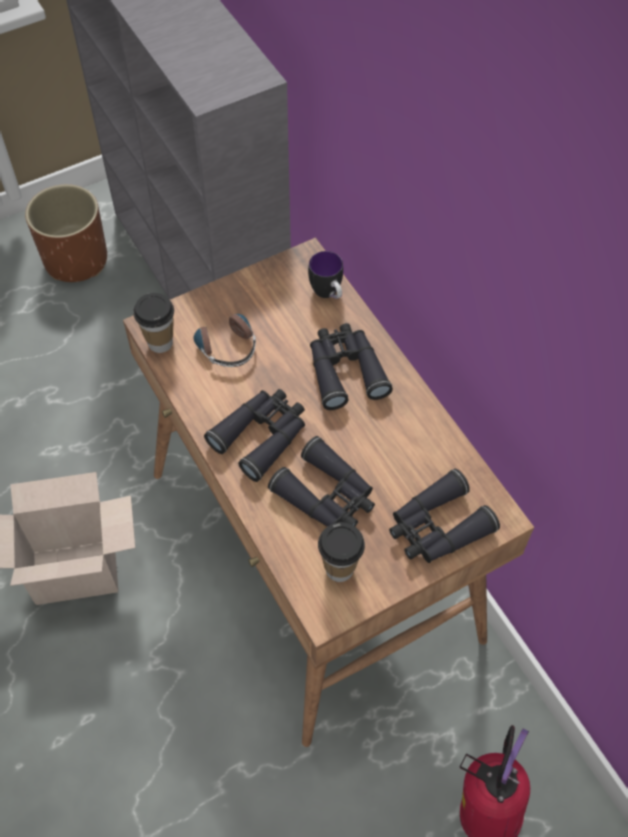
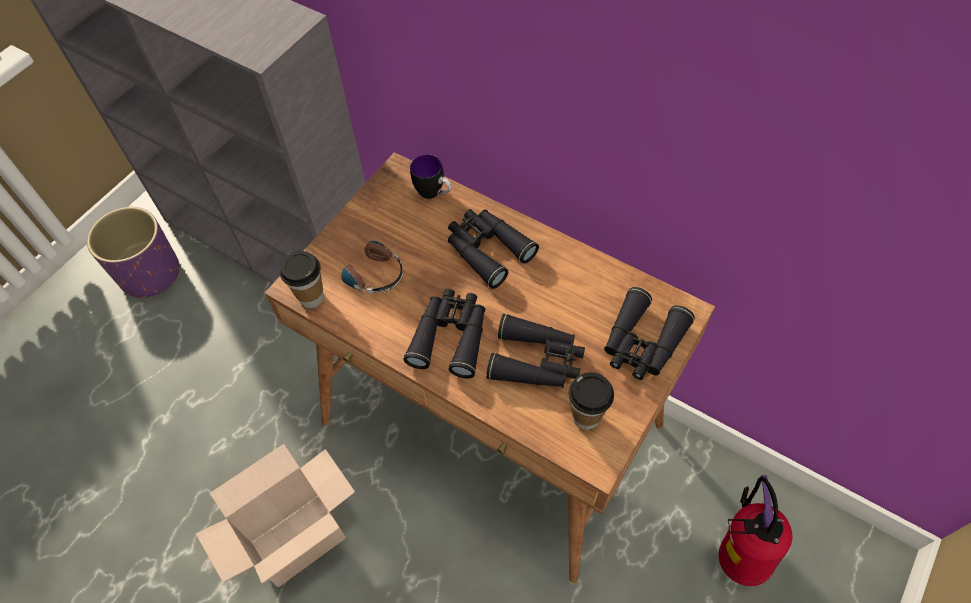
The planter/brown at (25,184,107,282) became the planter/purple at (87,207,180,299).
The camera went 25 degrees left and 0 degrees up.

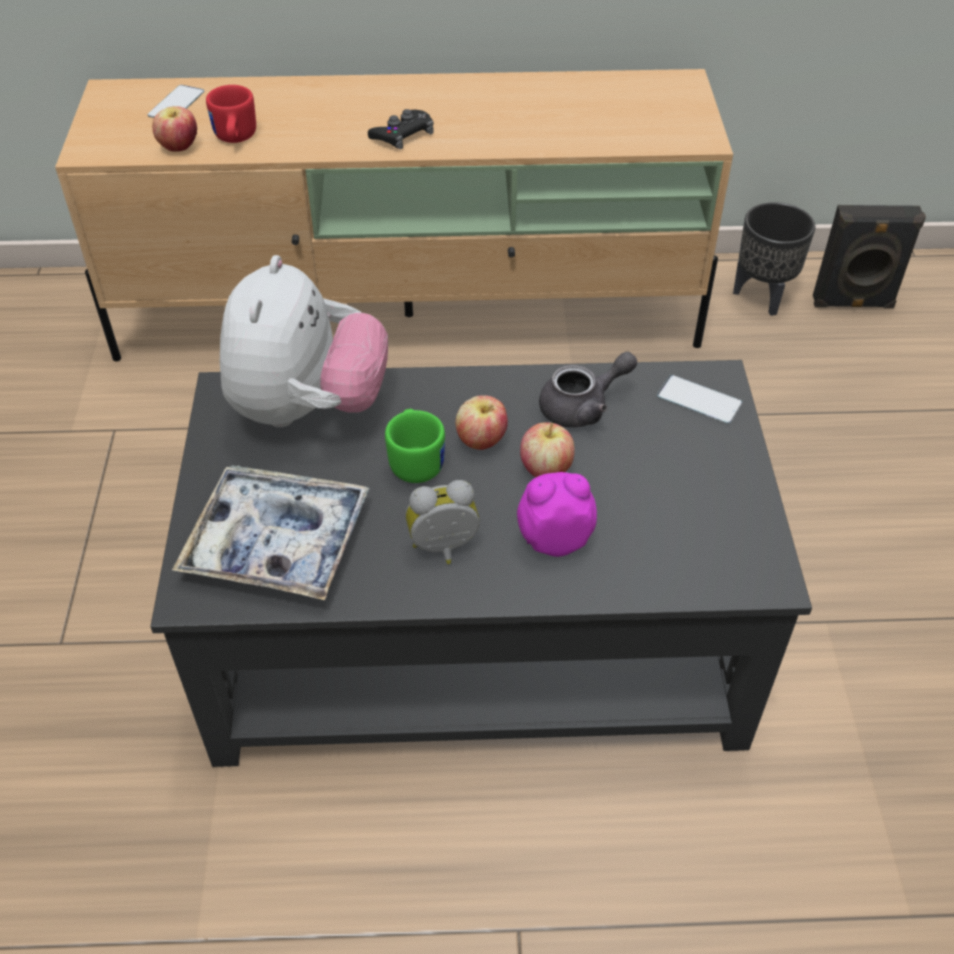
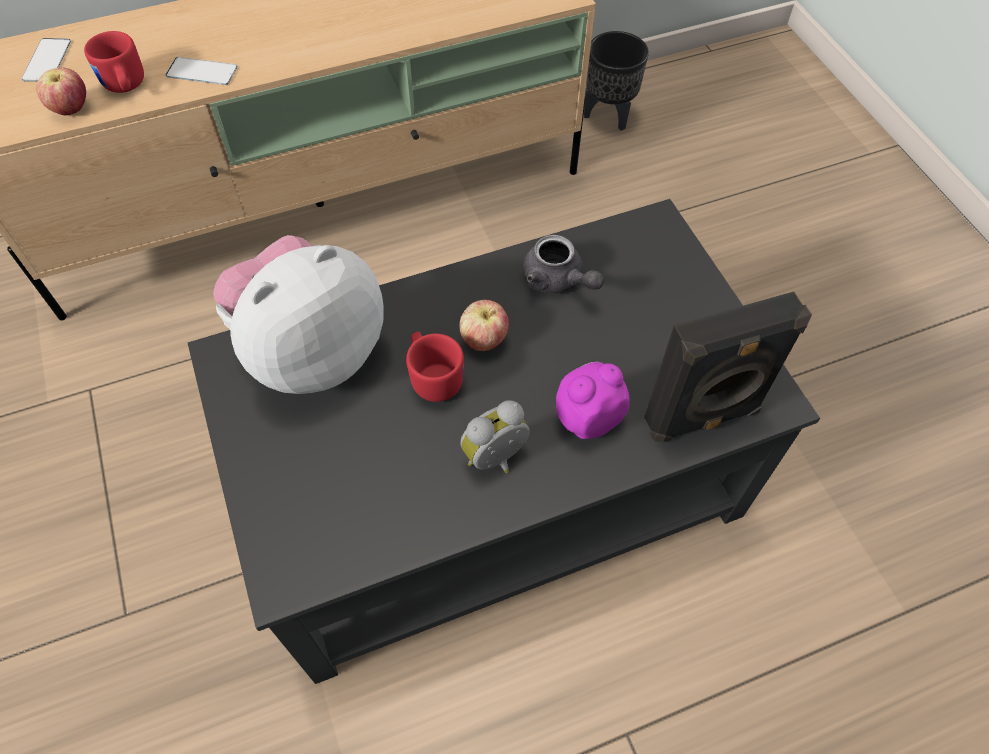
The tray at (172,465,369,600) disappeared.
The game controller/black at (368,109,434,150) disappeared.
The apple at (520,422,575,478) disappeared.
The phone moved from (657,375,742,424) to (165,57,238,85).
The speaker/black moved from (813,205,926,308) to (644,292,812,442).
The mug/green at (385,409,445,483) became the mug/red at (406,331,464,402).
The plush toy at (220,255,388,427) turned 120 degrees counterclockwise.
The teapot/grey at (539,352,637,427) turned 90 degrees clockwise.
The camera went 20 degrees left and 10 degrees up.

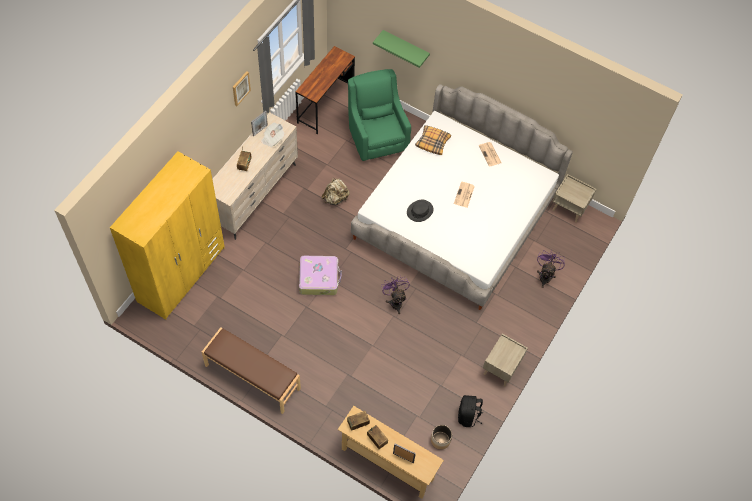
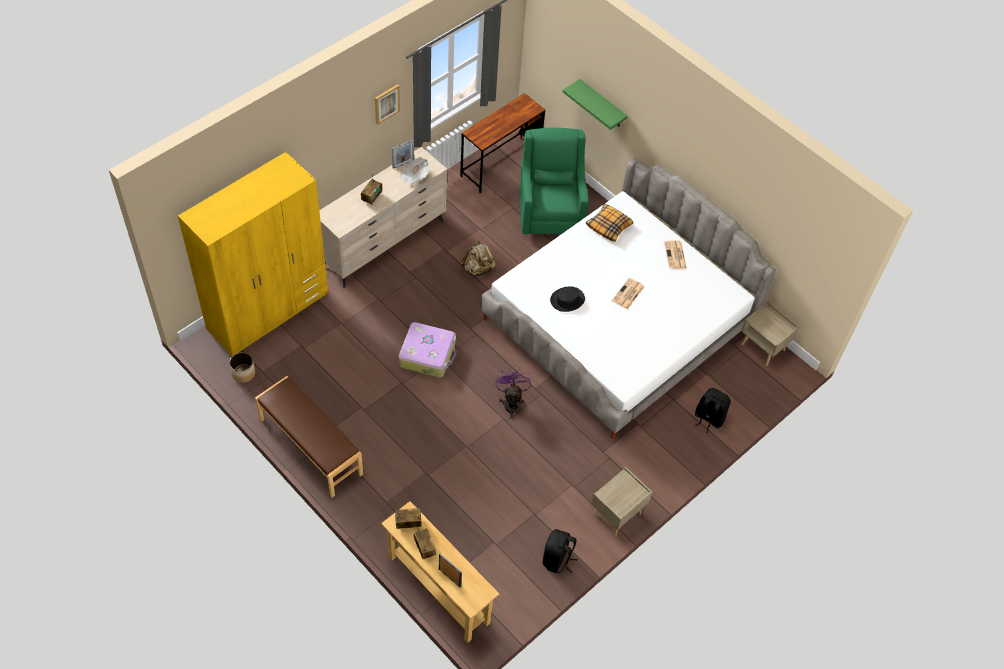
The planter moved from (431,425,452,450) to (229,352,255,383).
The fan/purple at (537,250,565,288) was replaced by the backpack/black at (695,388,731,433).
The camera went 15 degrees right and 5 degrees down.

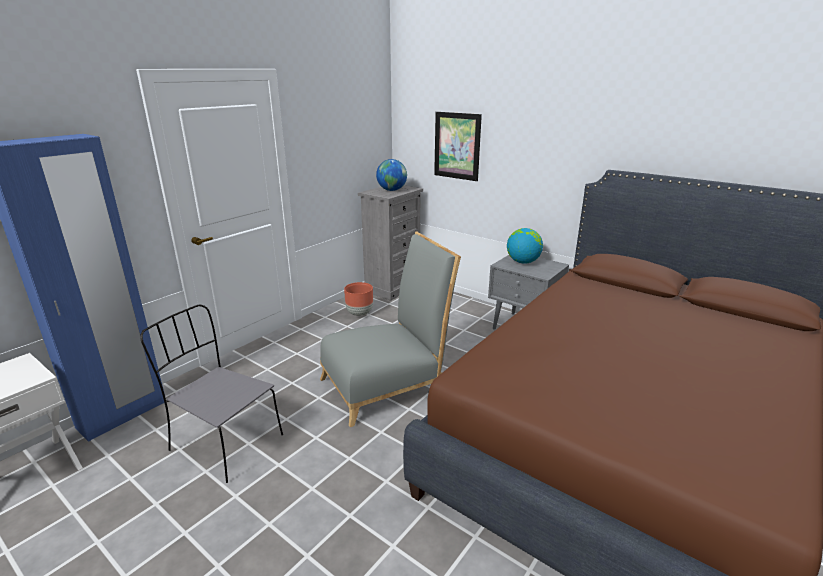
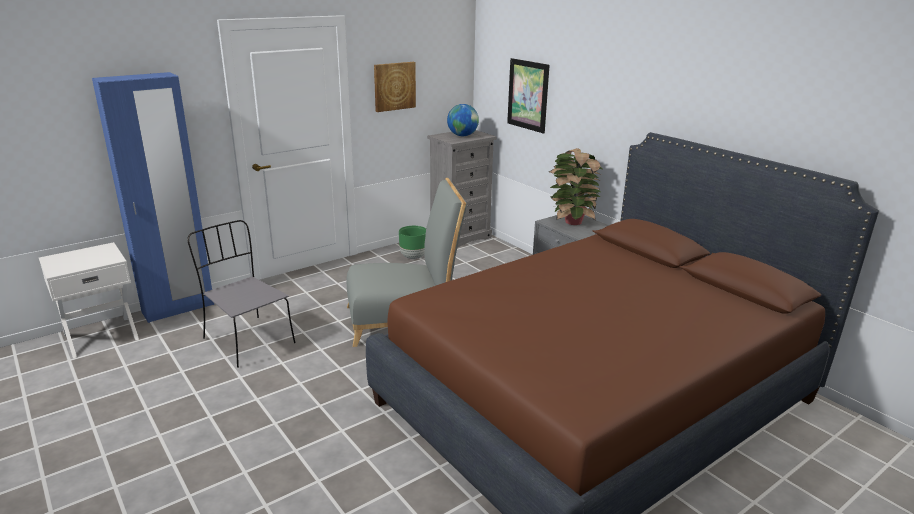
The picture at (374,62,416,112) appeared.
The globe at (507,228,543,264) was replaced by the potted plant at (549,148,602,225).
The planter/brown at (344,282,373,316) became the planter/green at (399,226,426,259).
The camera went 15 degrees right and 0 degrees up.

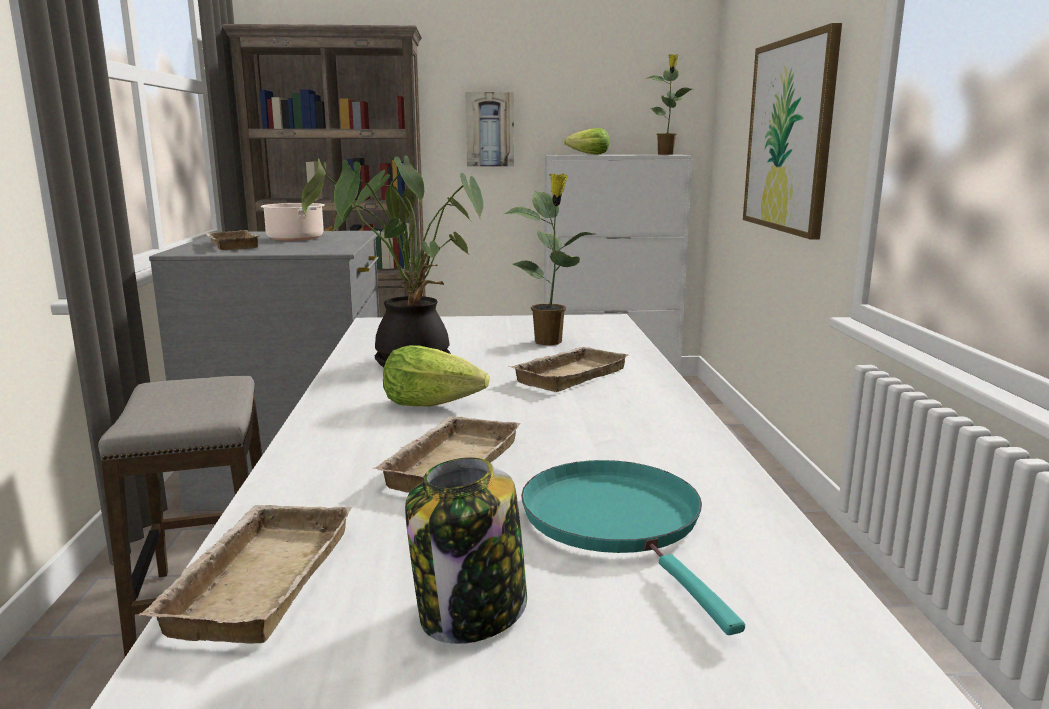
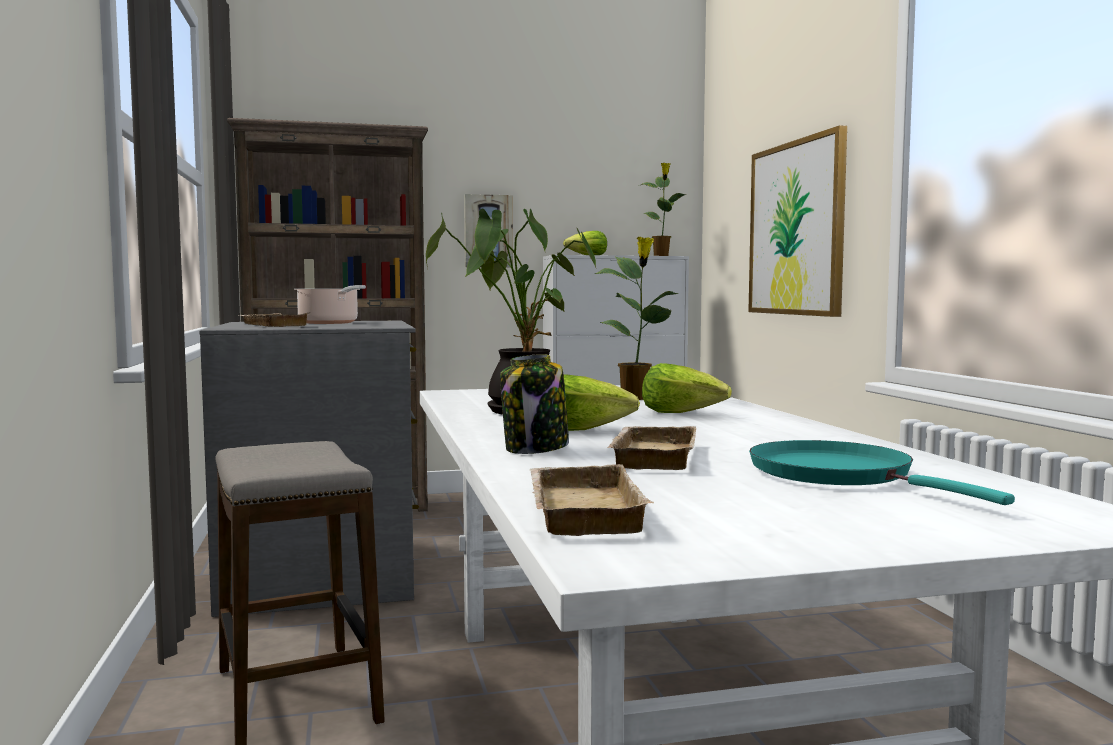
The jar moved from (405,457,527,644) to (500,354,569,454).
The tray/beige at (509,347,628,392) was replaced by the lettuce at (642,363,732,413).
The camera went 10 degrees left and 10 degrees down.

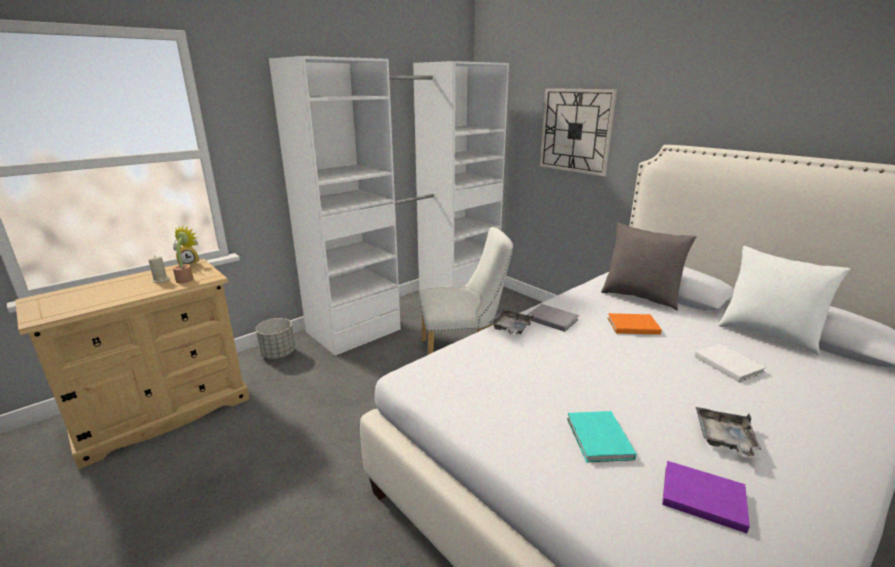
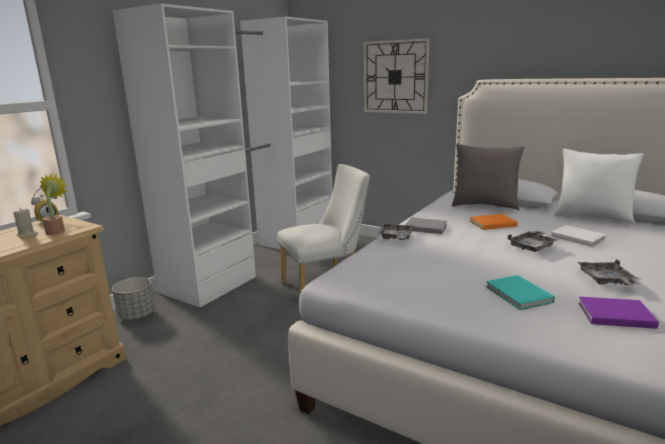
The tray/grey at (508,230,558,252) appeared.
The camera went 15 degrees left and 5 degrees down.

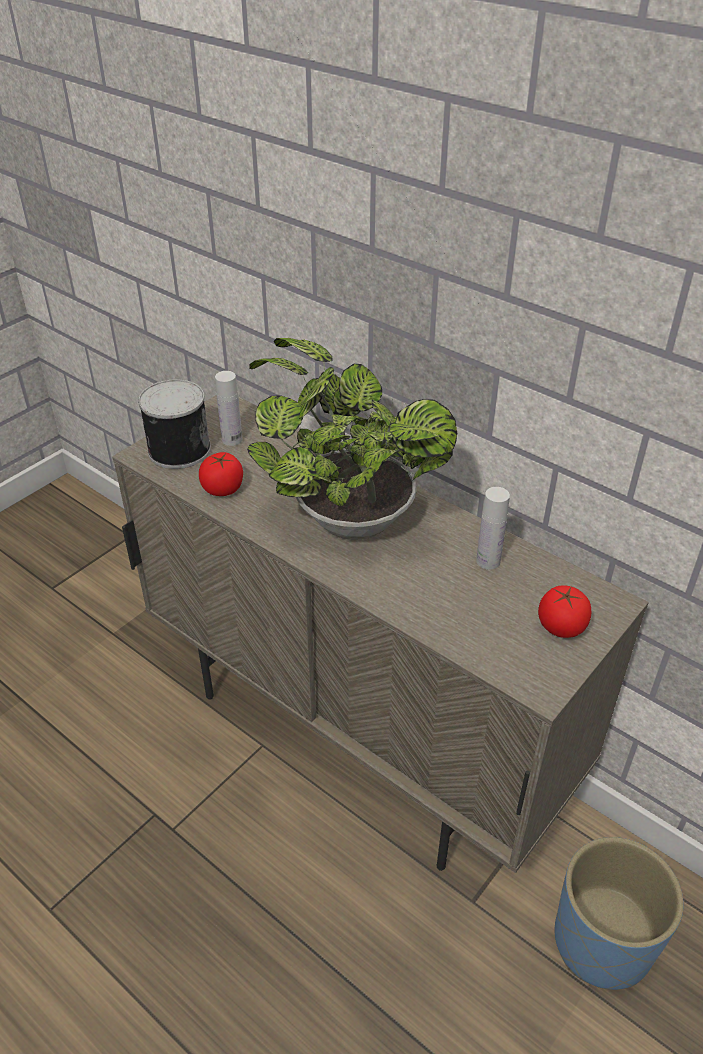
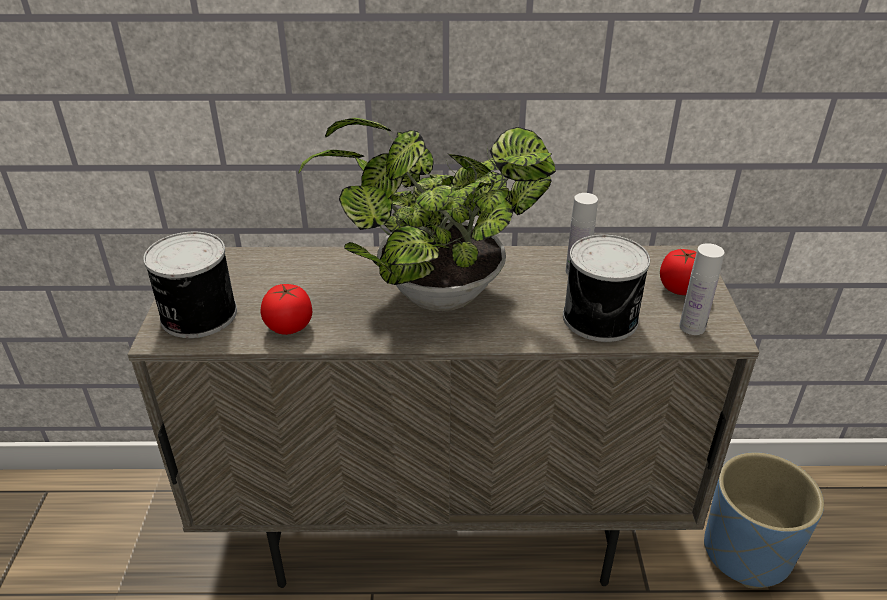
The can at (563,235,650,342) appeared.
The bottle/white moved from (215,371,242,446) to (679,243,724,335).
The camera went 40 degrees left and 5 degrees down.

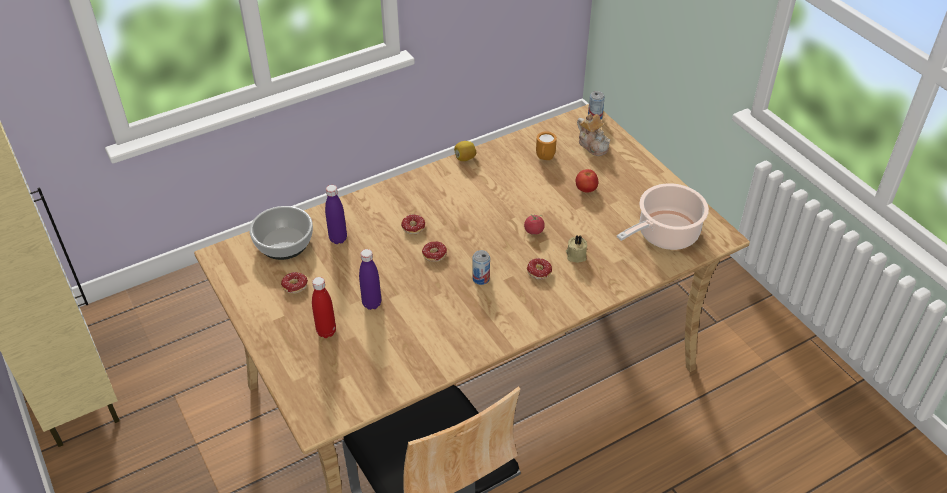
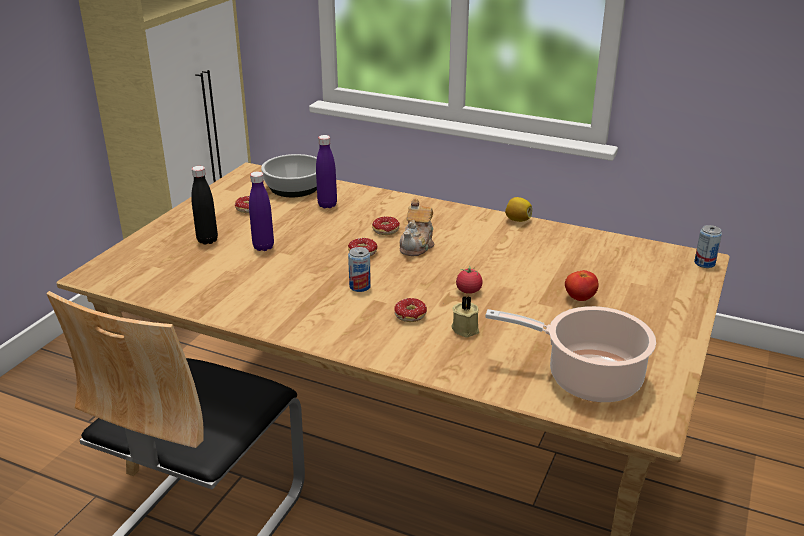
The mug/orange at (536,131,557,160) disappeared.
The teapot moved from (577,114,610,156) to (399,199,435,256).
The bottle/red at (312,277,336,338) became the bottle/black at (191,166,218,244).
The camera went 55 degrees right and 15 degrees down.

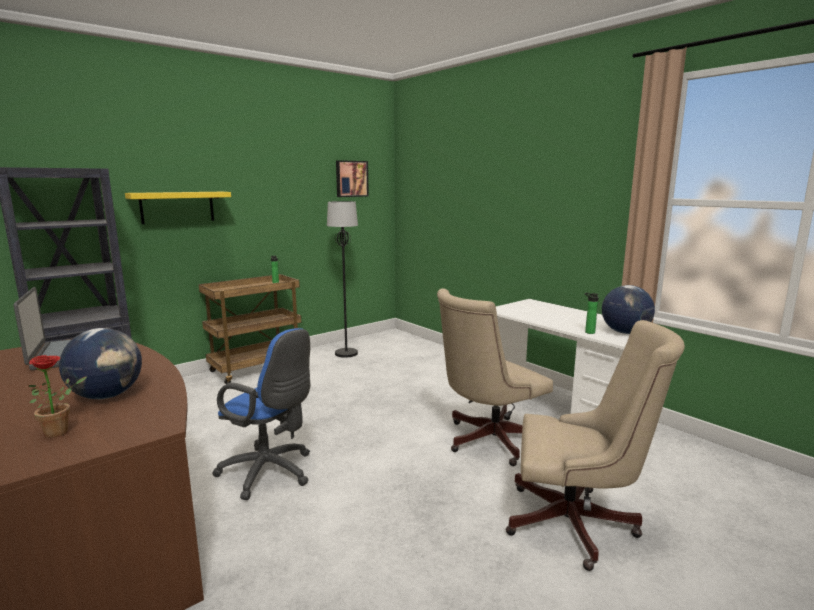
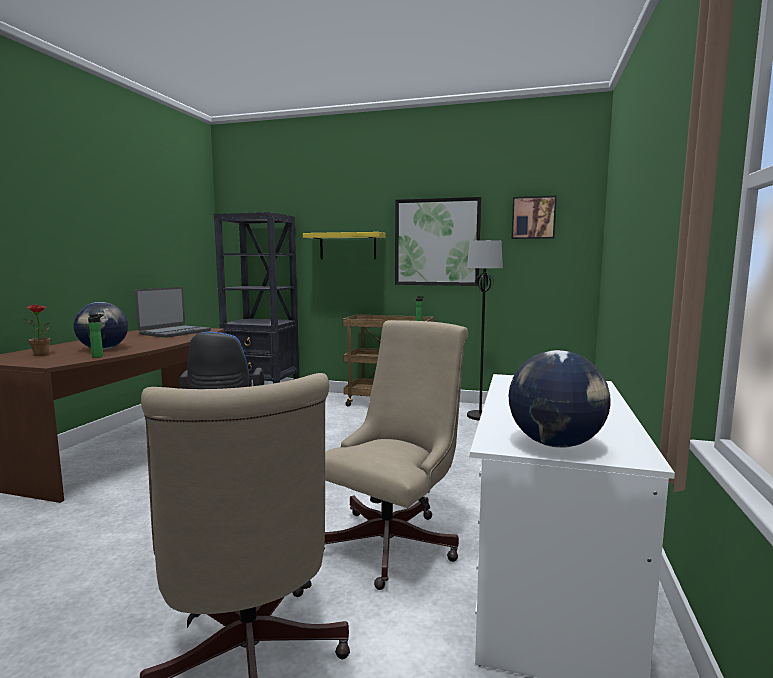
The picture at (395,197,481,286) appeared.
The bottle moved from (585,293,599,334) to (88,314,104,358).
The office chair/beige at (437,288,553,466) turned 105 degrees clockwise.
The camera went 55 degrees right and 5 degrees down.

